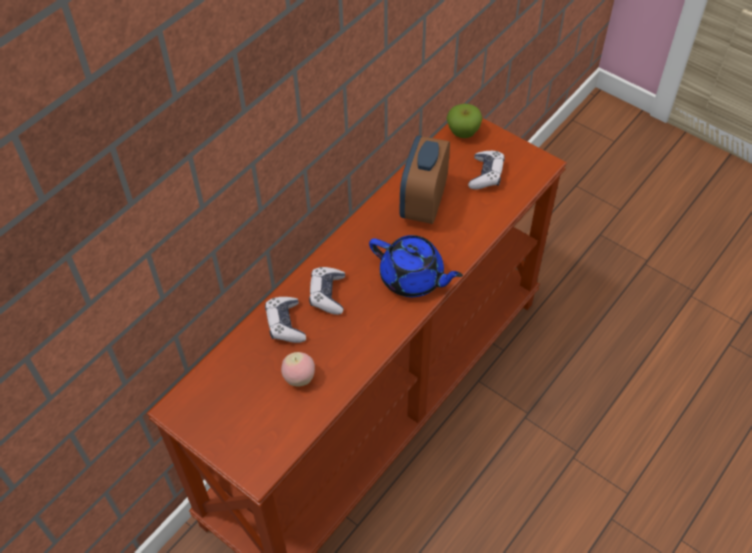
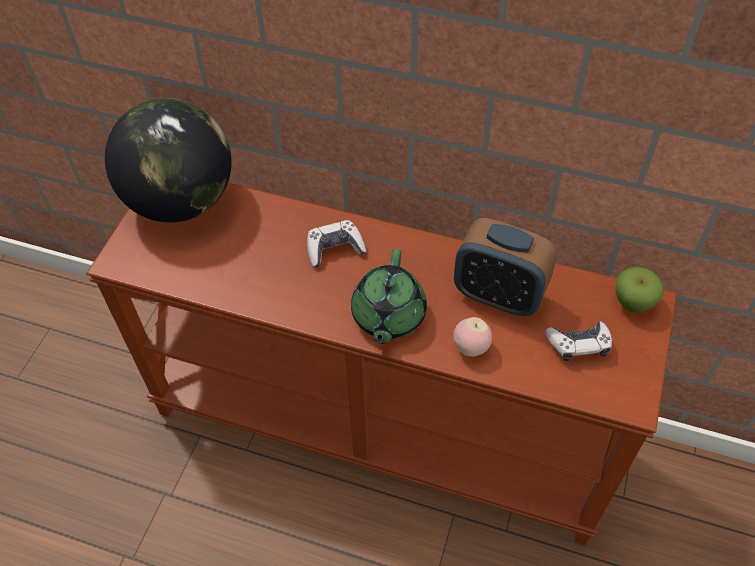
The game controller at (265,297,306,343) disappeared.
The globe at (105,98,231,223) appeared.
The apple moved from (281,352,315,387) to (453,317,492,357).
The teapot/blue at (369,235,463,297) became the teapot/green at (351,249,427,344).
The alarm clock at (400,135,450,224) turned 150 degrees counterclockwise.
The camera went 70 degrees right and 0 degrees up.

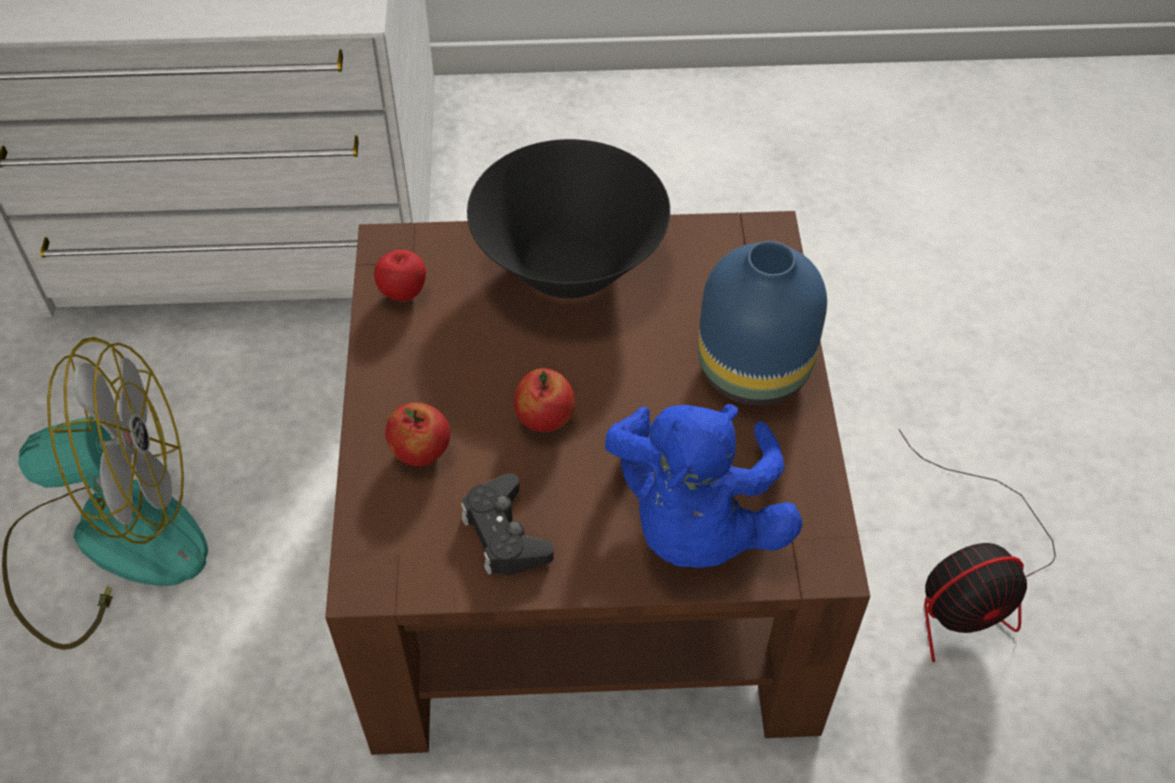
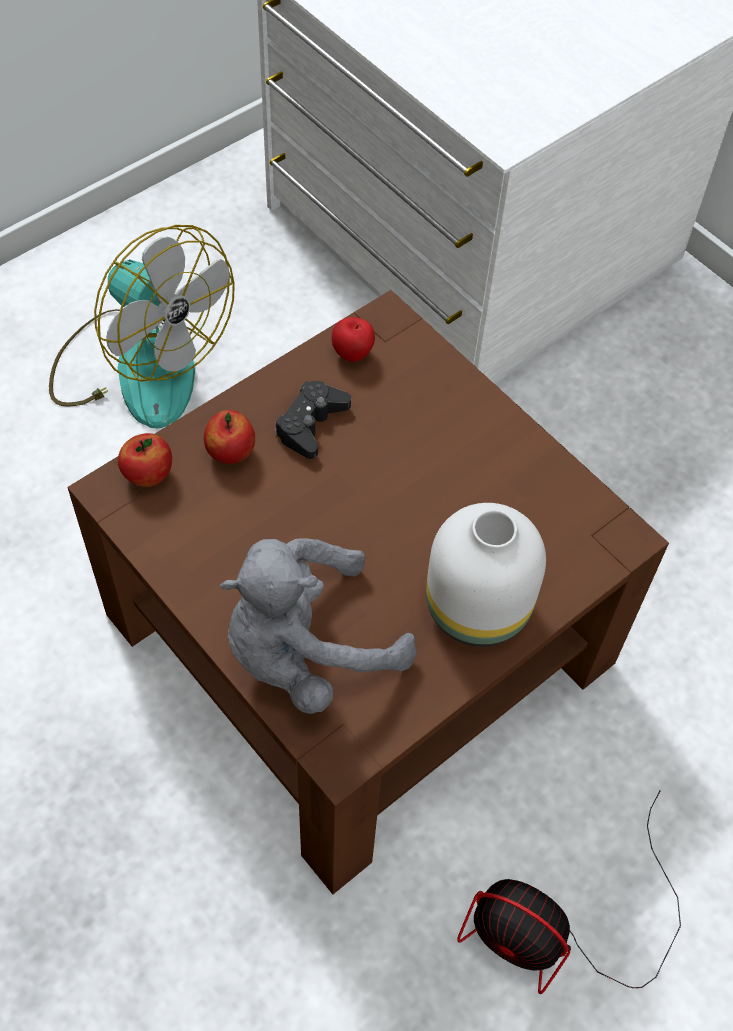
The bowl/black at (467,139,670,298) disappeared.
The game controller/black moved from (461,473,554,575) to (275,381,351,459).
The apple moved from (514,368,575,432) to (118,433,172,487).
The plush toy/blue at (605,404,802,568) became the plush toy/grey at (220,538,416,714).
The vase/blue at (698,241,827,406) became the vase/white at (426,503,546,647).
The camera went 50 degrees right and 5 degrees up.

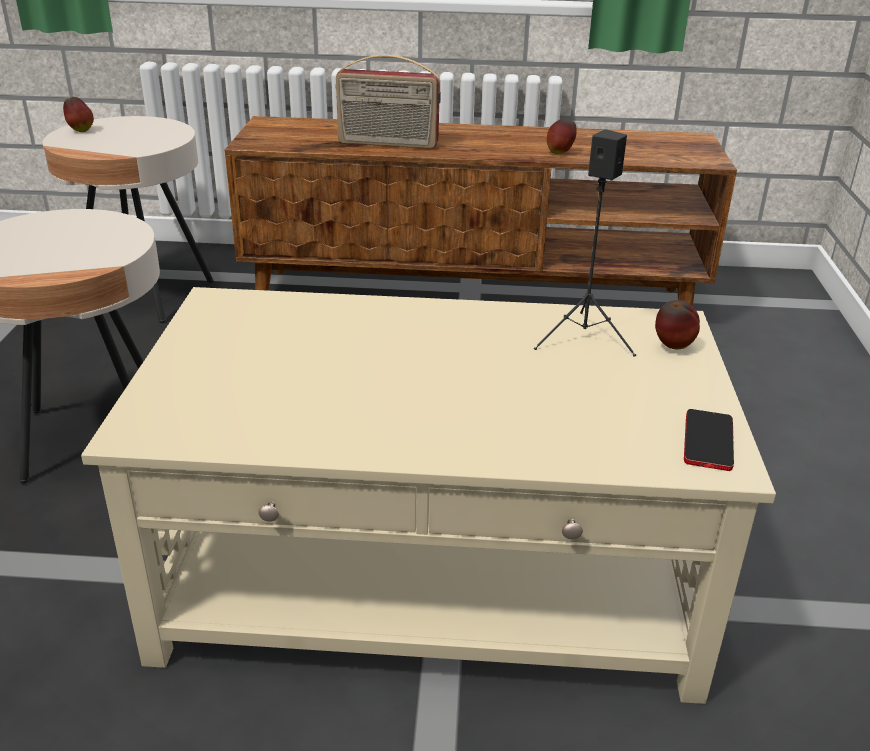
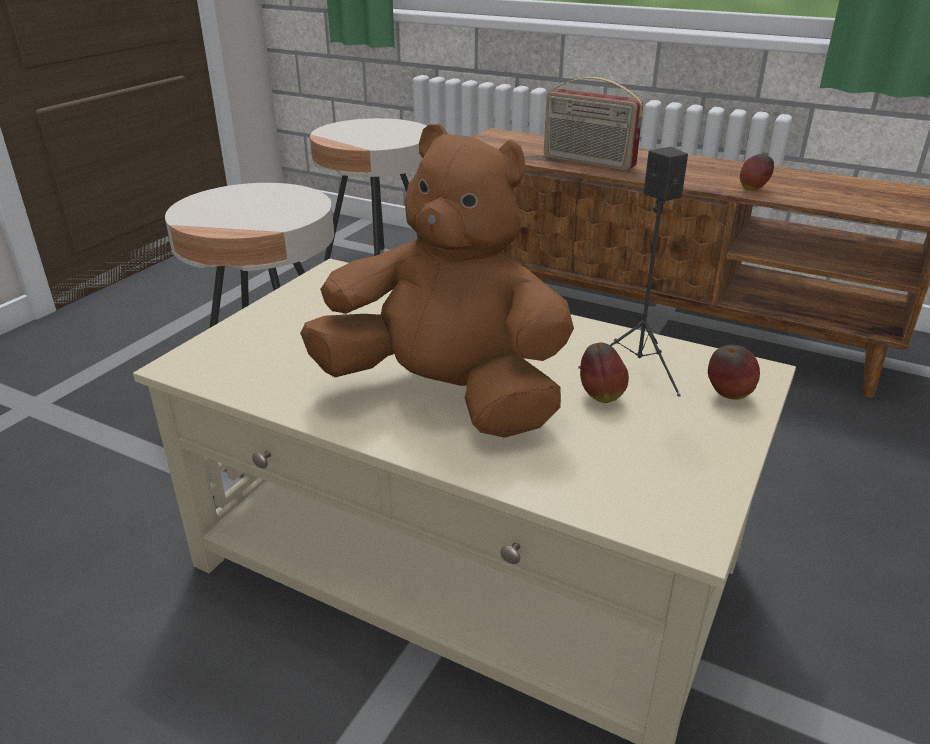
The phone at (684,409,734,471) disappeared.
The plush toy/brown at (300,123,574,438) appeared.
The apple moved from (63,97,94,132) to (580,342,629,403).
The camera went 25 degrees right and 0 degrees up.

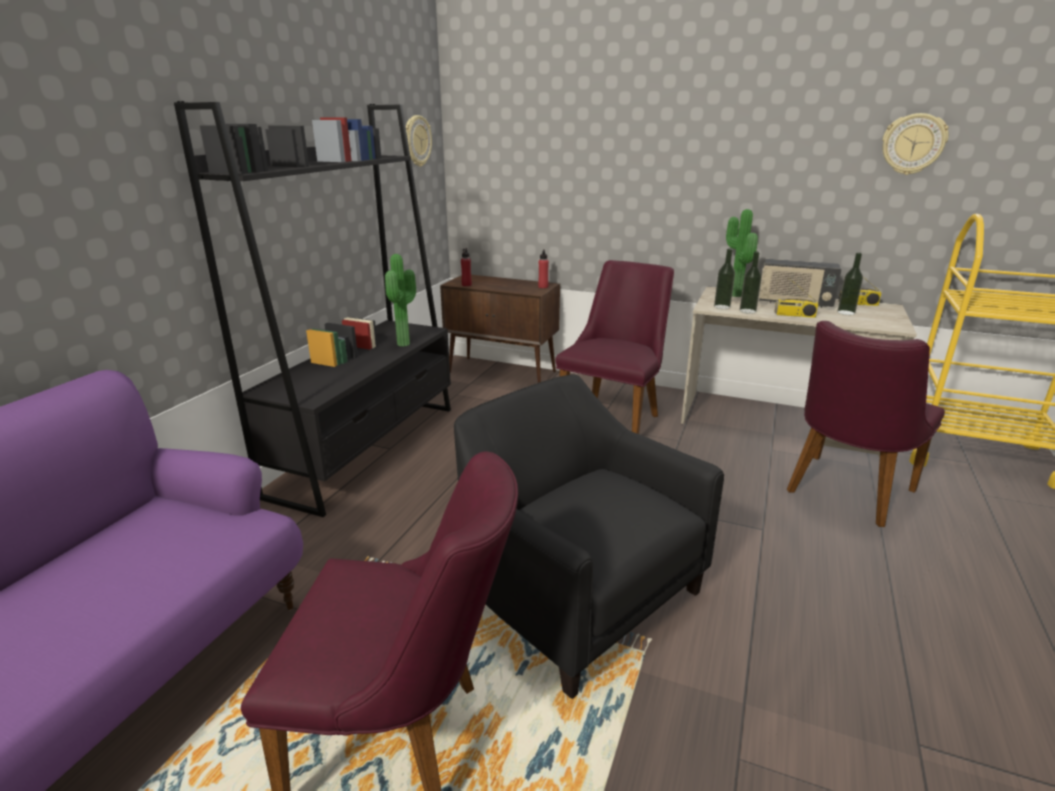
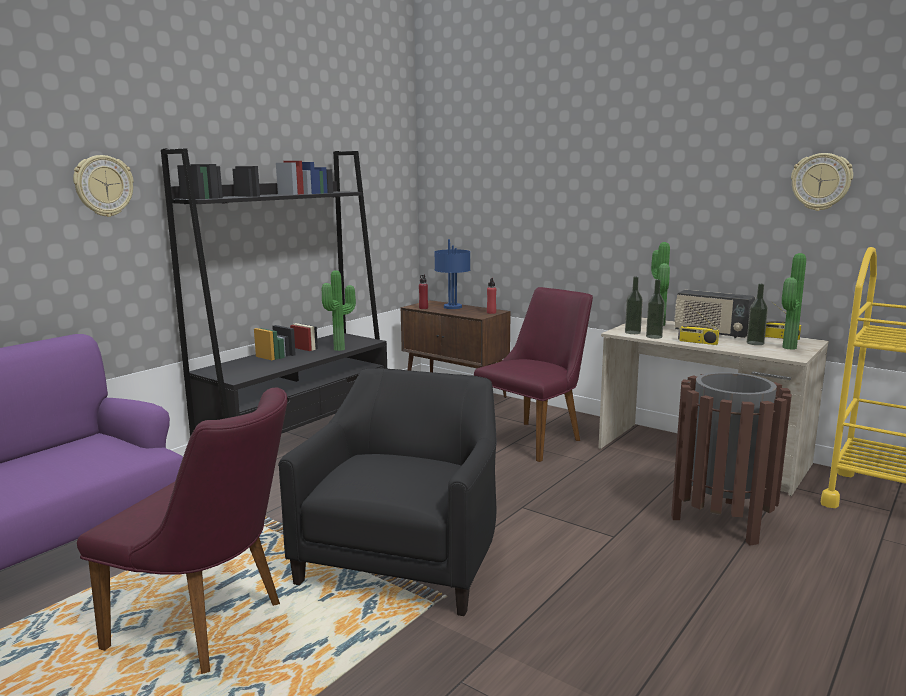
The table lamp/blue at (434,239,470,309) appeared.
The potted plant at (782,253,806,350) appeared.
The wall clock moved from (406,115,432,167) to (73,155,134,217).
The chair/purple at (787,321,945,527) was replaced by the trash can/brown at (671,372,792,545).
The armchair/black at (454,375,724,699) turned 45 degrees clockwise.
The camera went 15 degrees right and 10 degrees down.

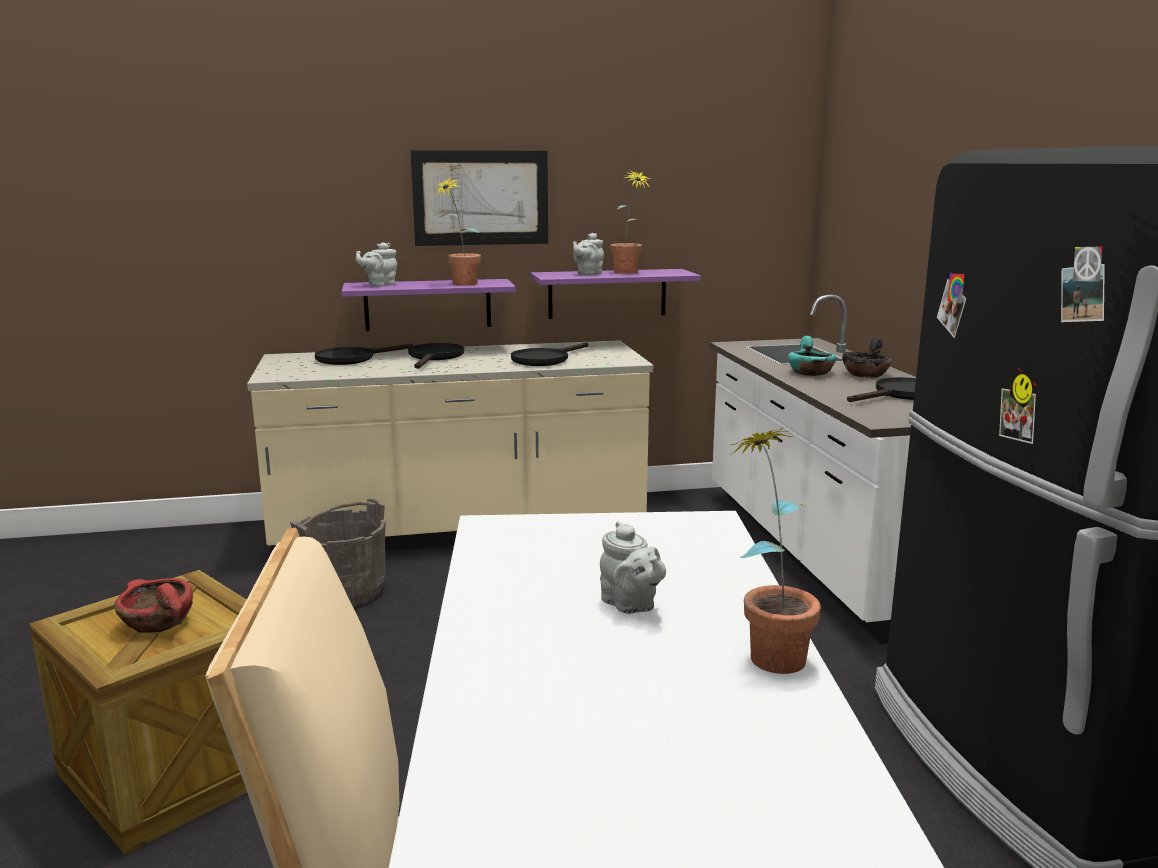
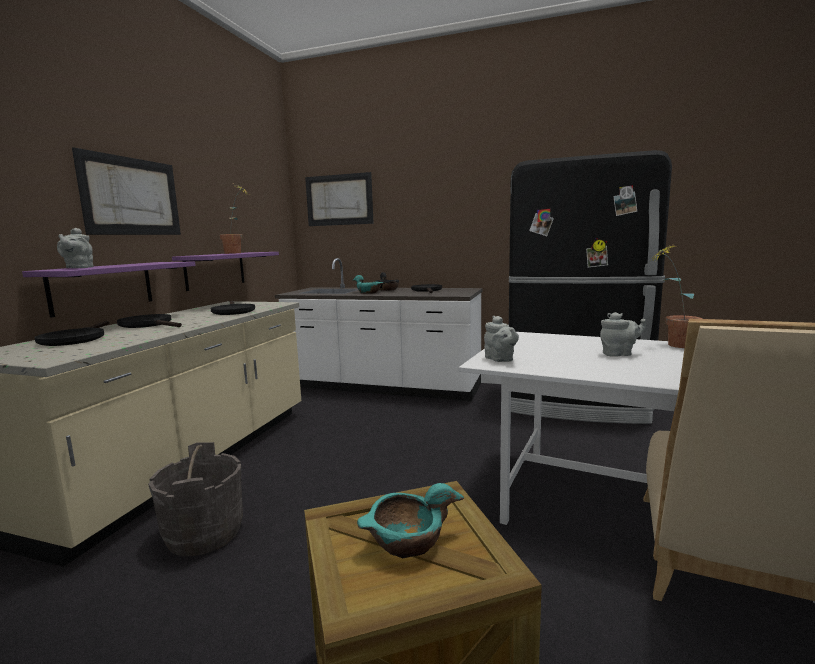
The potted plant at (434,176,481,286) disappeared.
The picture at (305,172,374,226) appeared.
The teapot/grey moved from (573,233,604,275) to (484,316,519,362).
The bowl/red at (114,578,193,633) became the bowl/turquoise at (357,483,464,558).
The camera went 60 degrees left and 5 degrees down.

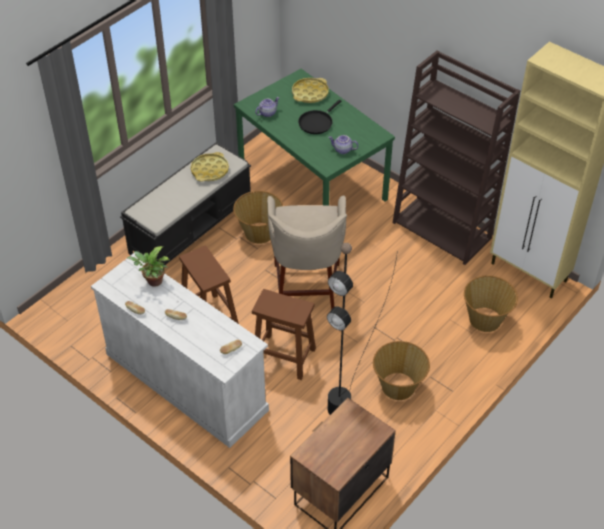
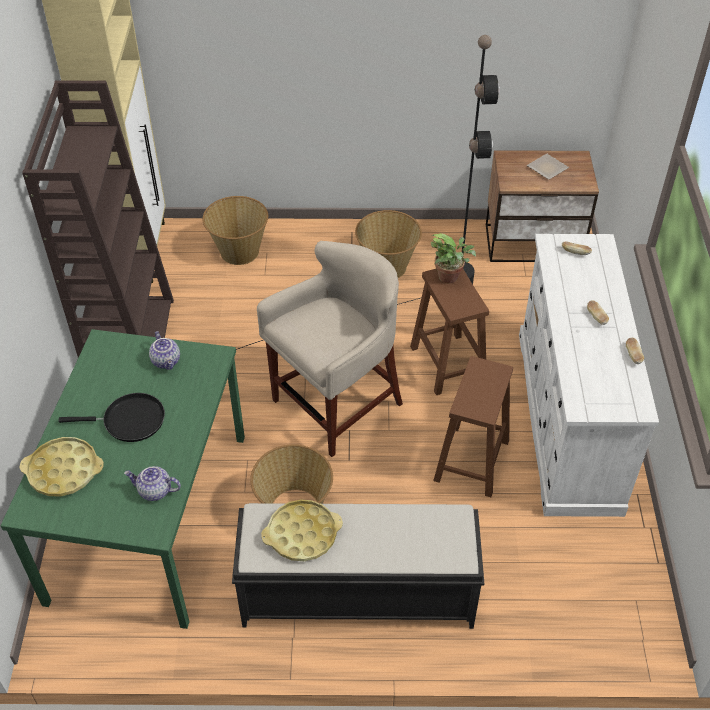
The plate at (527,154,569,180) appeared.
The potted plant moved from (127,246,170,287) to (431,233,476,284).
The camera went 130 degrees left and 0 degrees up.

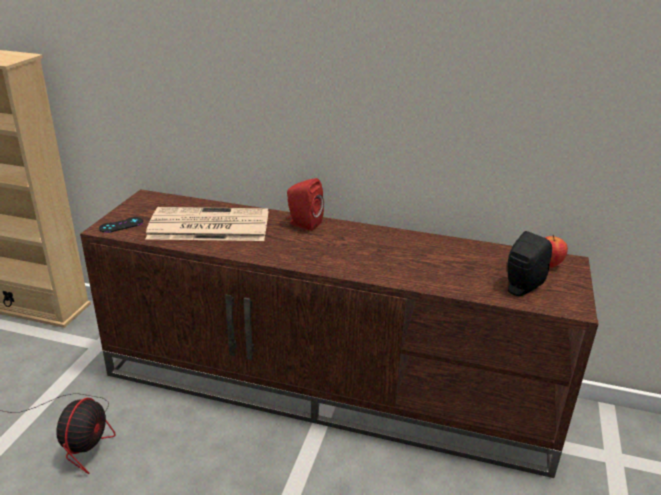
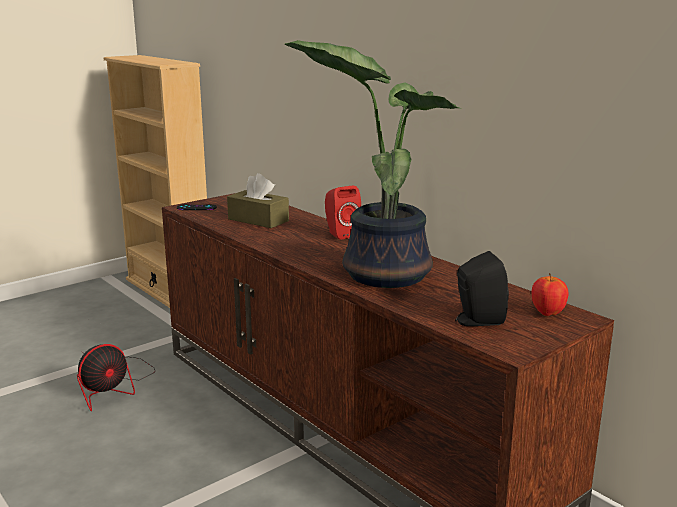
The potted plant at (285,40,462,288) appeared.
The newspaper at (145,207,268,241) was replaced by the tissue box/brown at (227,173,289,228).
The camera went 35 degrees right and 10 degrees down.

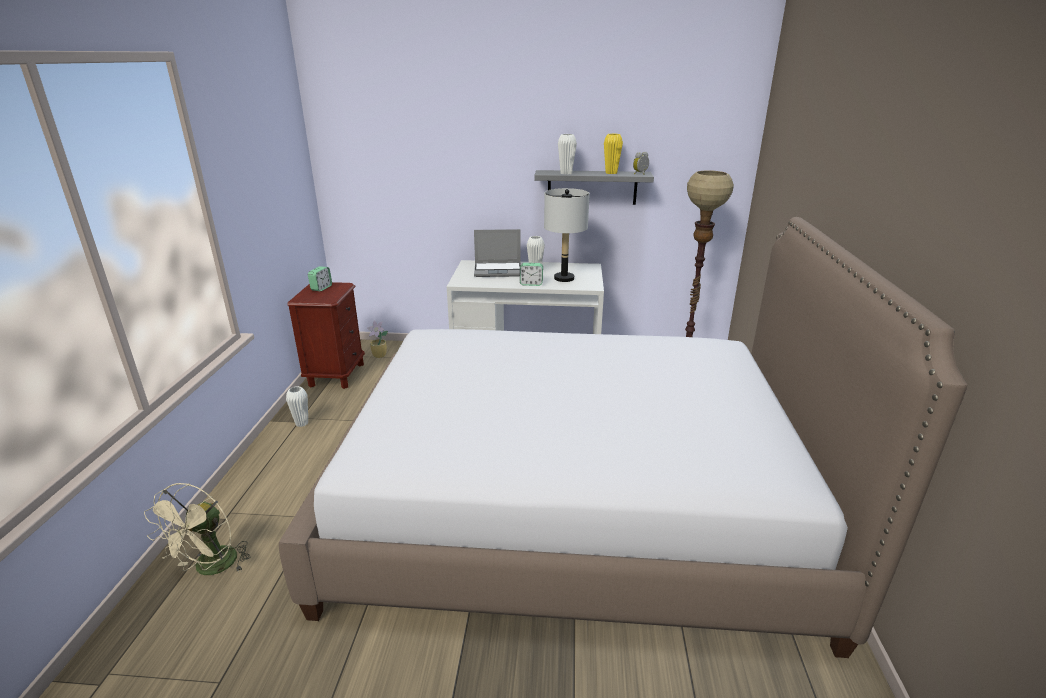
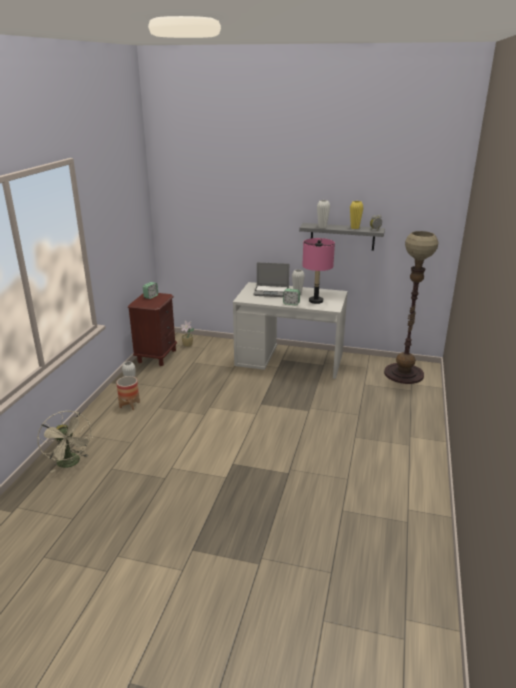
The bed at (279,217,967,658) disappeared.
The planter at (116,376,140,410) appeared.
The table lamp/grey at (544,188,590,282) became the table lamp/pink at (302,238,335,304).
The fan/beige at (144,483,250,575) turned 60 degrees counterclockwise.
The camera went 10 degrees right and 0 degrees up.

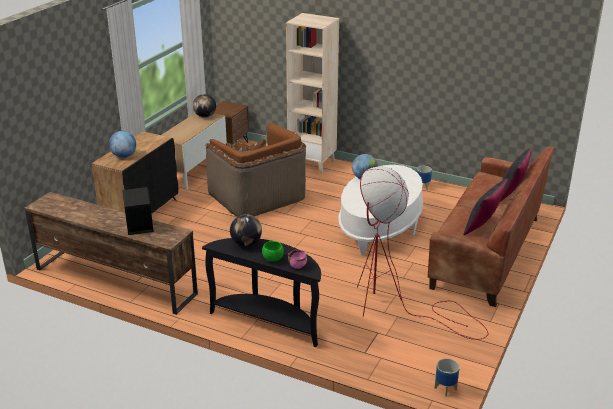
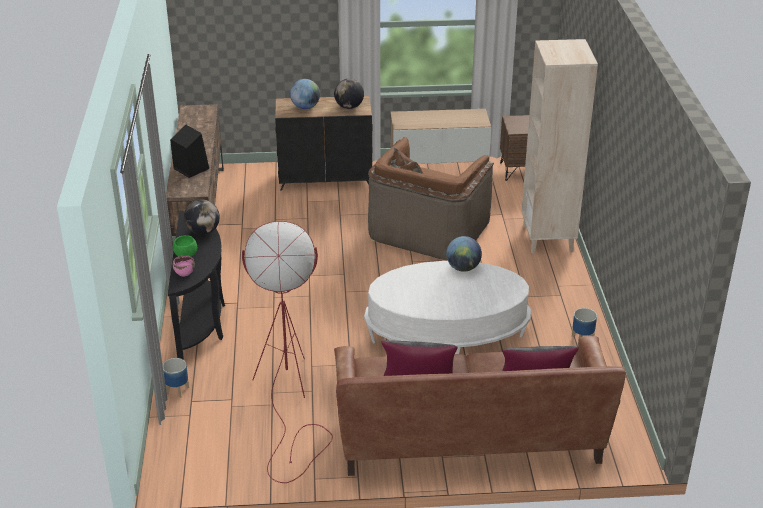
The globe moved from (193,94,216,117) to (334,79,364,109).
The planter moved from (434,358,460,397) to (163,358,189,398).
The camera went 60 degrees right and 5 degrees up.

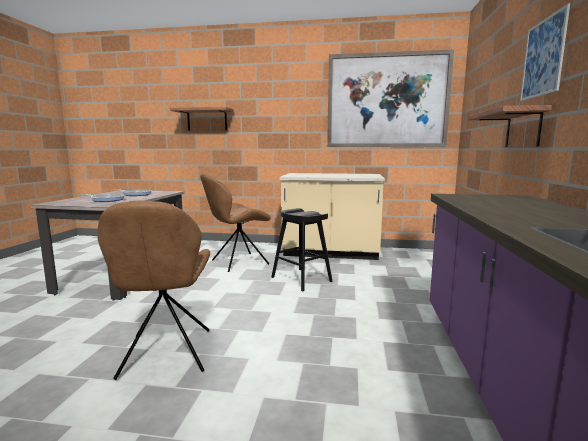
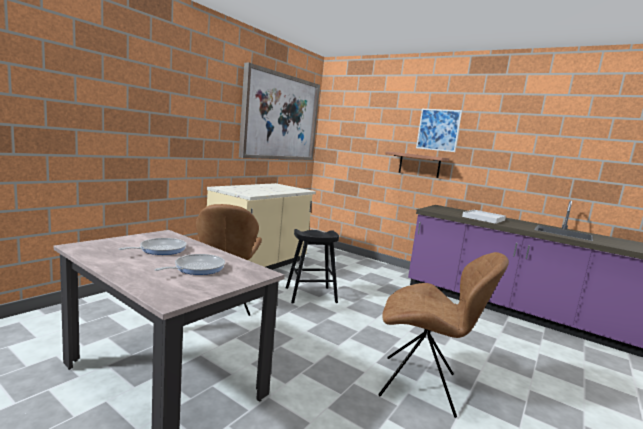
The shelf at (170,107,234,130) disappeared.
The tray/white at (462,210,506,224) appeared.
The camera went 65 degrees left and 0 degrees up.

